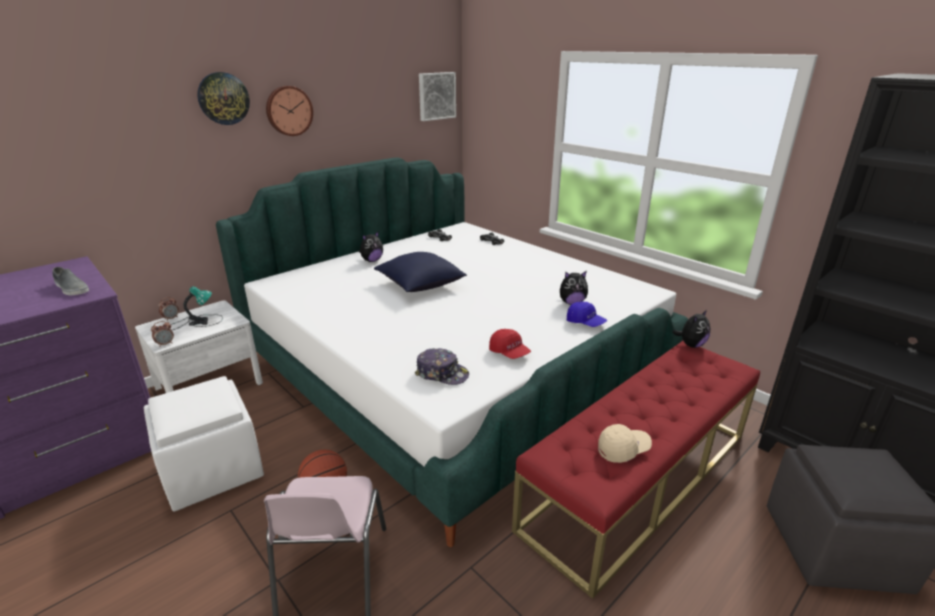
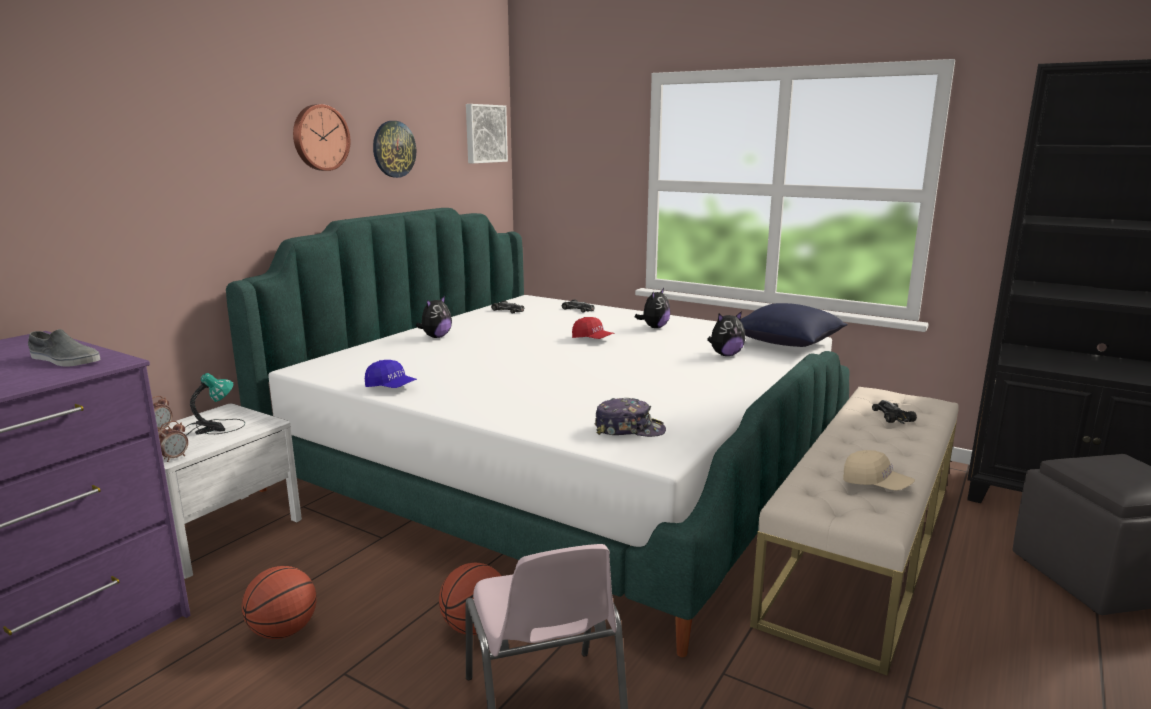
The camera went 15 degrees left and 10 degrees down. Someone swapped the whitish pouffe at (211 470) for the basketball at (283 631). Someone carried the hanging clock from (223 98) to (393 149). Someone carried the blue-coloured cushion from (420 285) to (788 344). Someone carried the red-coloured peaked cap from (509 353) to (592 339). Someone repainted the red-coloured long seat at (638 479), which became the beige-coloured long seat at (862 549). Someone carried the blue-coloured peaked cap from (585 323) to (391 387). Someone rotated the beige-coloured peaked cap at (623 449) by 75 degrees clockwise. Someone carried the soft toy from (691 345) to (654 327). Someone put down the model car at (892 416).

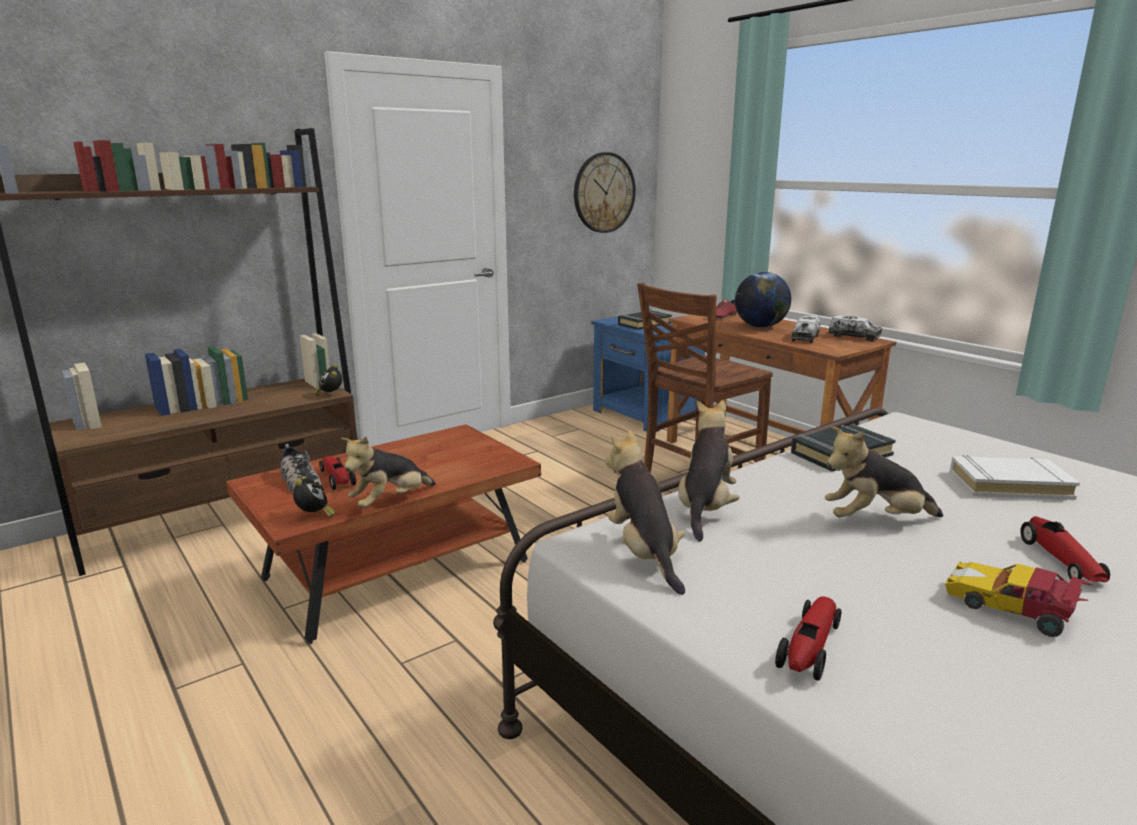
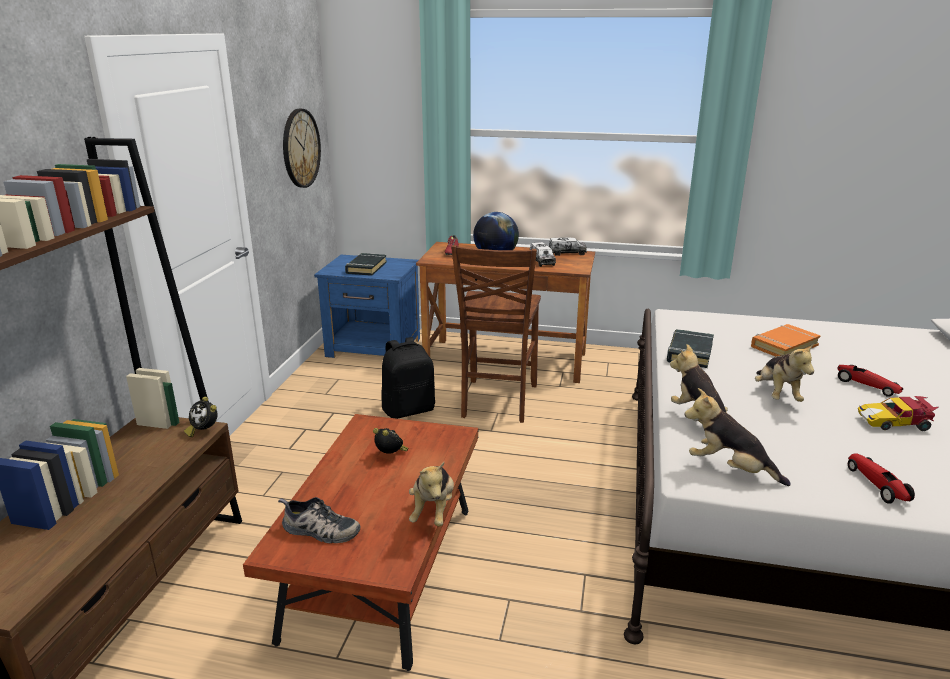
The camera went 40 degrees left and 5 degrees up. Someone carried the alarm clock from (314 516) to (391 455). Someone took away the model car at (337 478). Someone rotated the soft toy at (875 521) by 45 degrees counterclockwise. Someone repainted the whitish book at (1009 485), which became the orange book at (784 346). Someone put down the black-coloured backpack at (409 410).

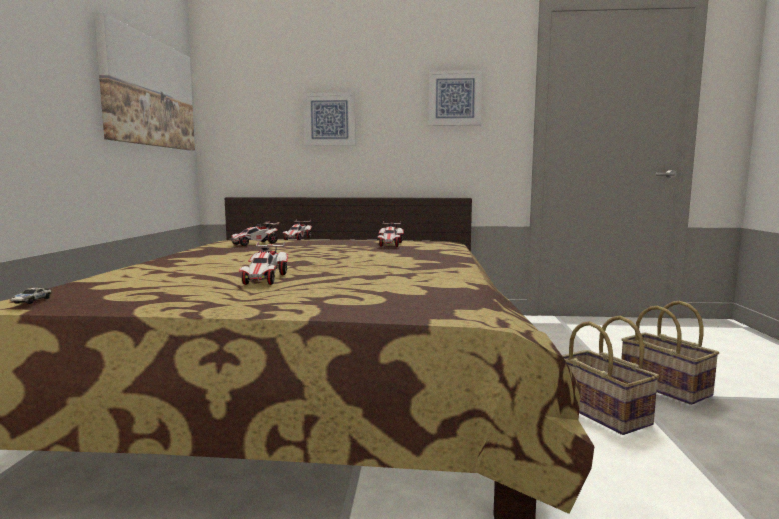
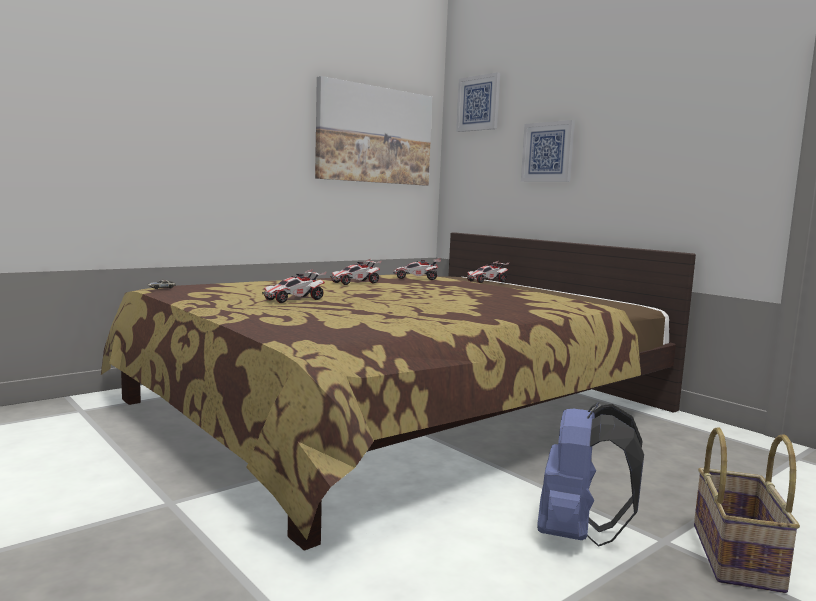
The camera went 45 degrees right and 0 degrees up. Someone carried the model car from (390 244) to (355 283). Someone carried the wall art from (454 98) to (478 103). Someone swapped the household basket at (603 412) for the blue-coloured backpack at (577 535).

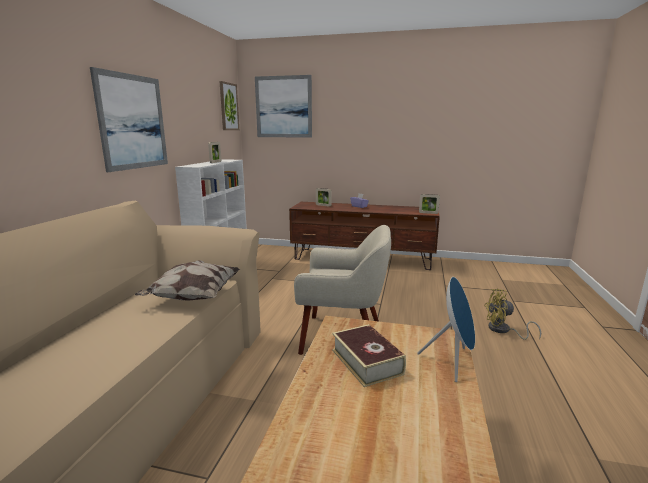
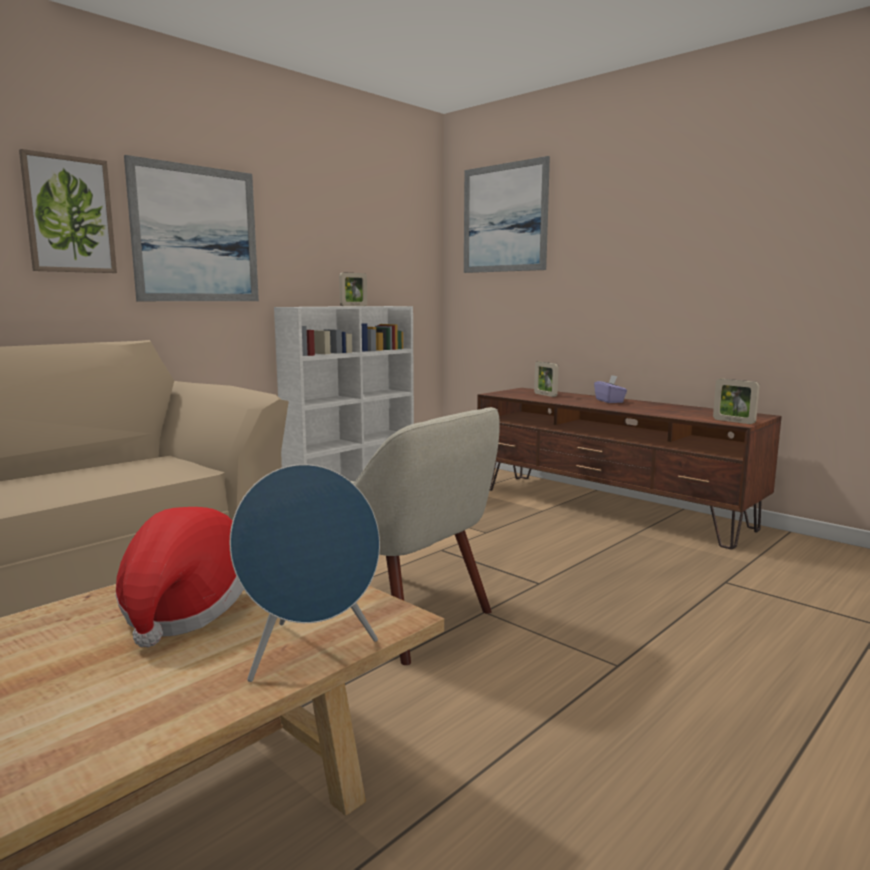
The camera went 30 degrees right and 5 degrees down. Someone took away the cushion at (193 297). Someone carried the wall art from (228 106) to (69 215). Someone swapped the book at (366 361) for the hat at (185 611). Someone took away the yellow-coloured electric fan at (503 330).

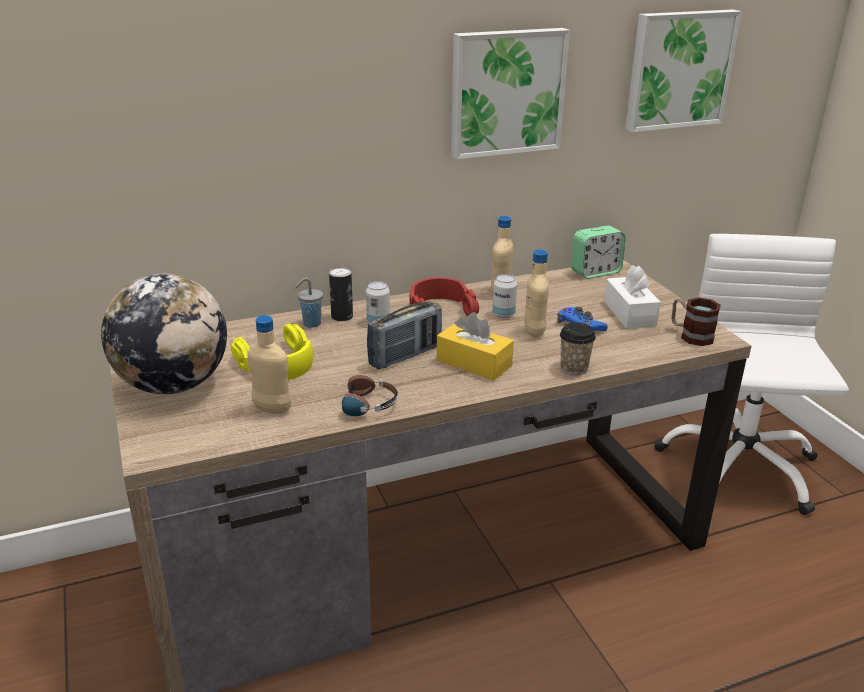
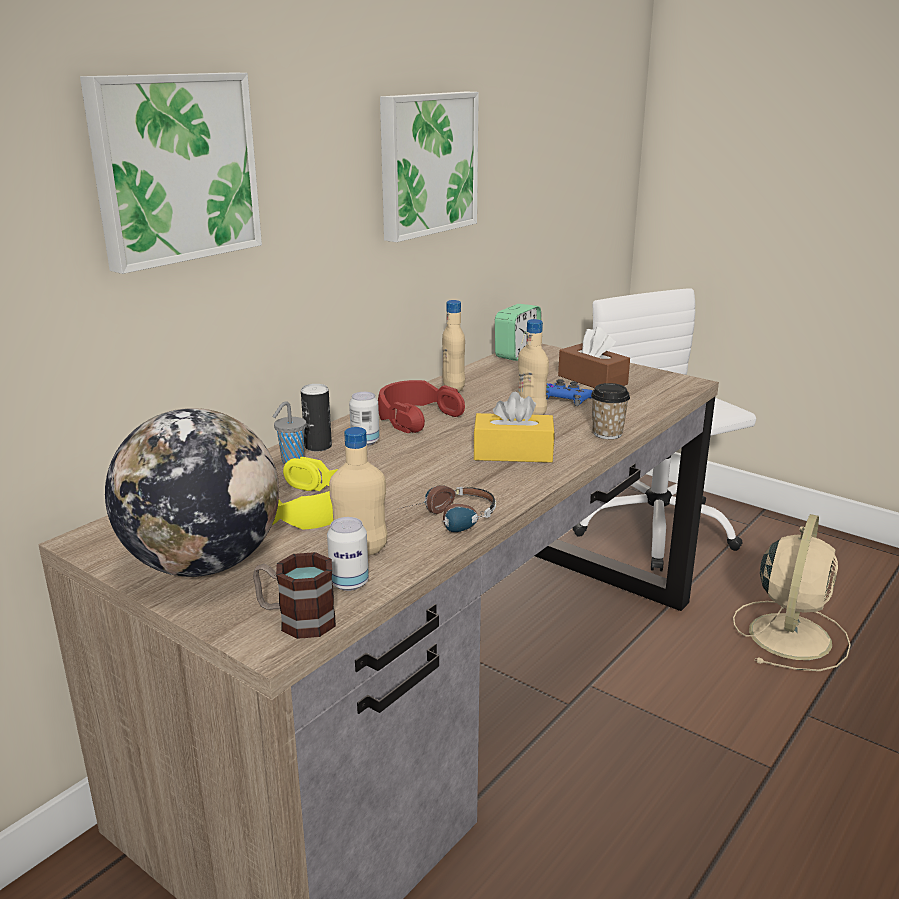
The camera went 30 degrees left and 5 degrees down. Someone took away the radio set at (405 356). Someone carried the sealed can from (503 314) to (349 583). Someone repainted the whitish tissue holder at (629 313), which became the brown-coloured tissue holder at (592 380). Someone carried the wall art from (678 69) to (173 168). Someone carried the mug from (690 335) to (296 620). Someone put down the beige-coloured electric fan at (790 634).

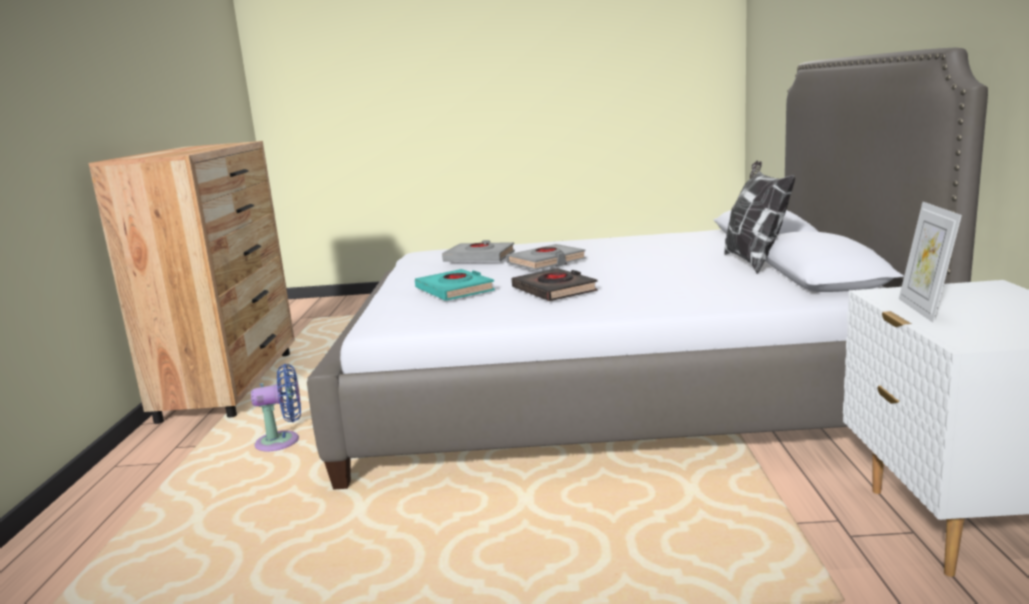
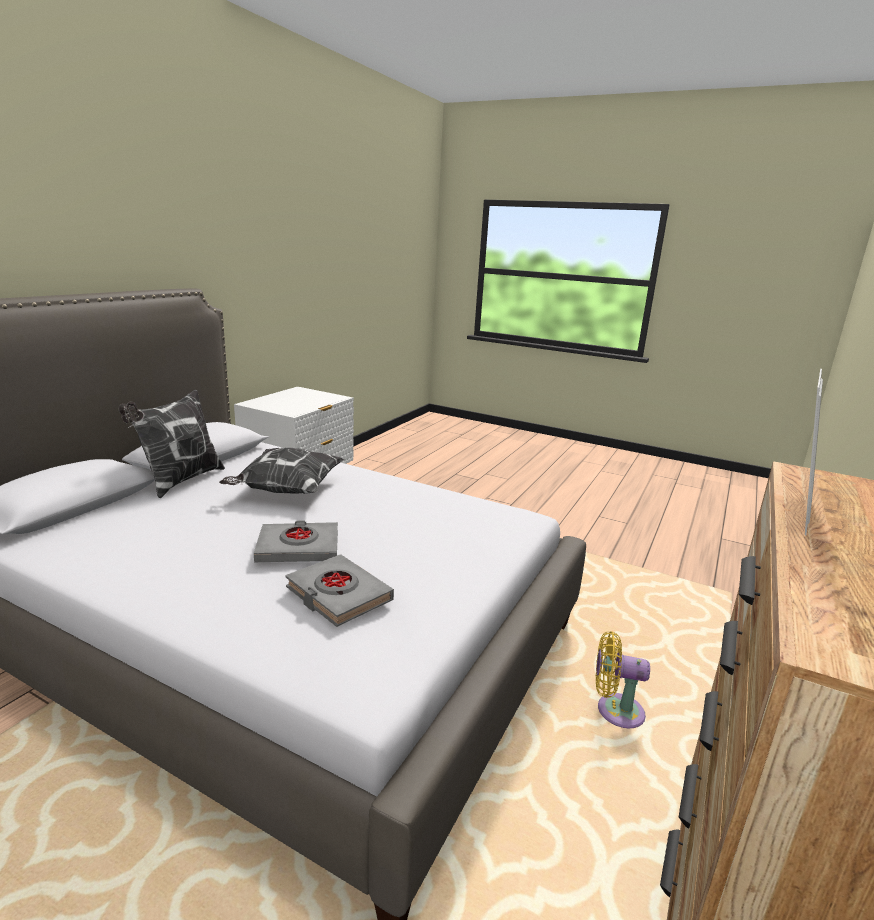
The camera went 155 degrees left and 5 degrees up. Someone repainted the blue-coloured electric fan at (282 442), which became the yellow-coloured electric fan at (615 710). Someone took away the blue-green book at (455 290). Someone took away the black-coloured book at (554 290). Someone carried the picture frame from (924 309) to (795 512). Someone put down the cushion at (286 491).

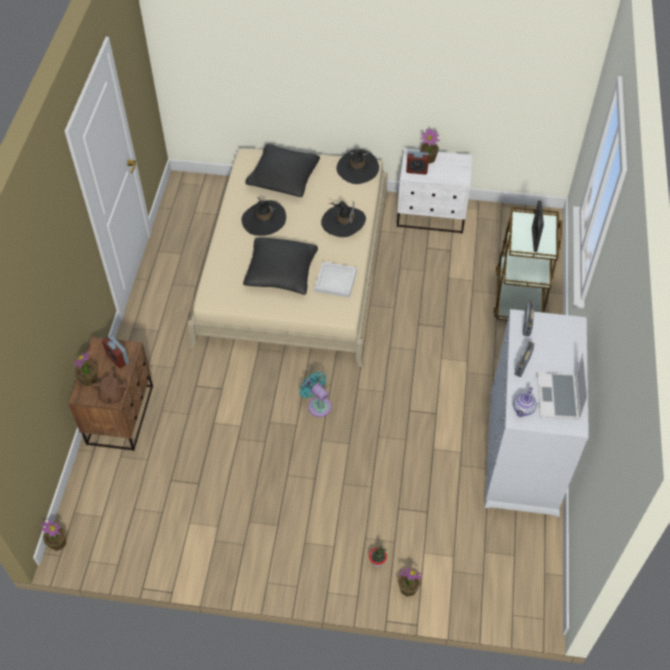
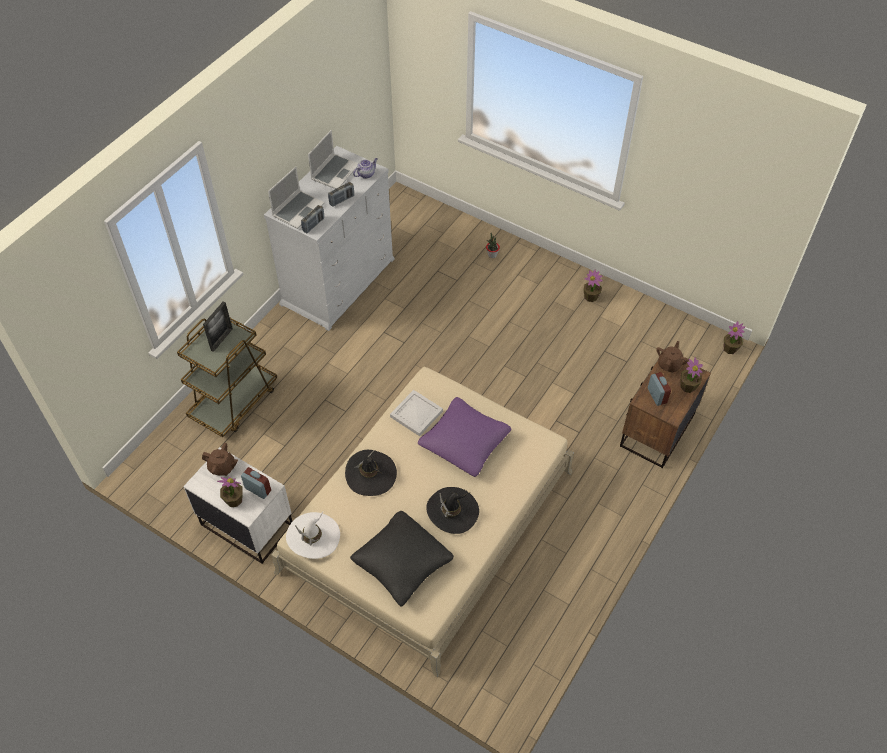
The camera went 155 degrees left and 0 degrees up. Someone repainted the black-coloured cushion at (281 273), which became the purplish cushion at (465 443). Someone took away the blue-green electric fan at (318 404). Someone repainted the black-coloured hat at (357 169), which became the whitish hat at (313 537). Someone carried the potted plant from (408 588) to (591 297). Someone put down the brown-coloured pot for tea at (222 467). Someone put down the portable computer at (298 210).

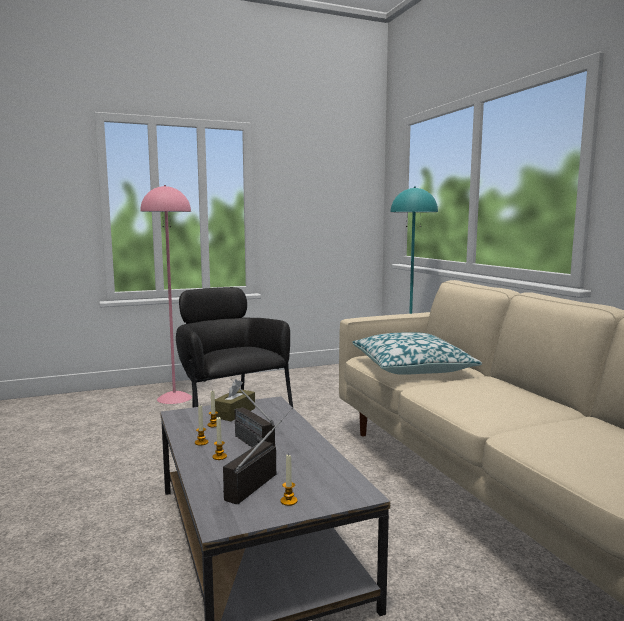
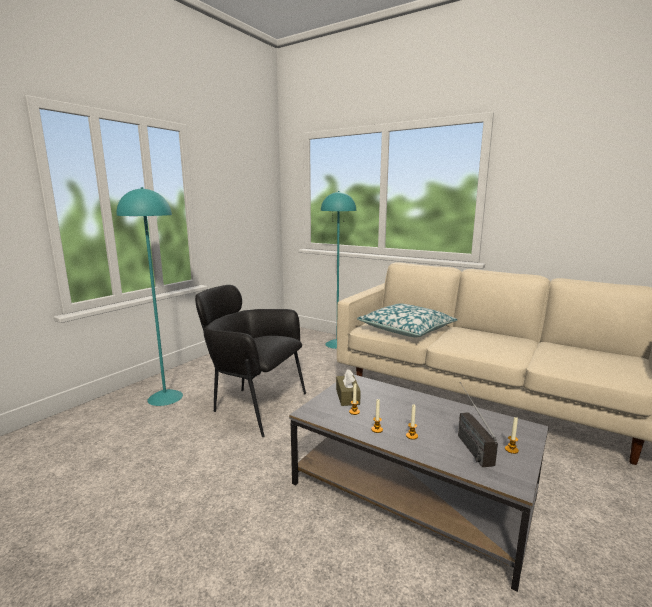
The camera went 35 degrees left and 5 degrees up. Someone repainted the pink-coloured standing lamp at (174 398), which became the blue-green standing lamp at (165 397). Someone took away the radio set at (245 438).

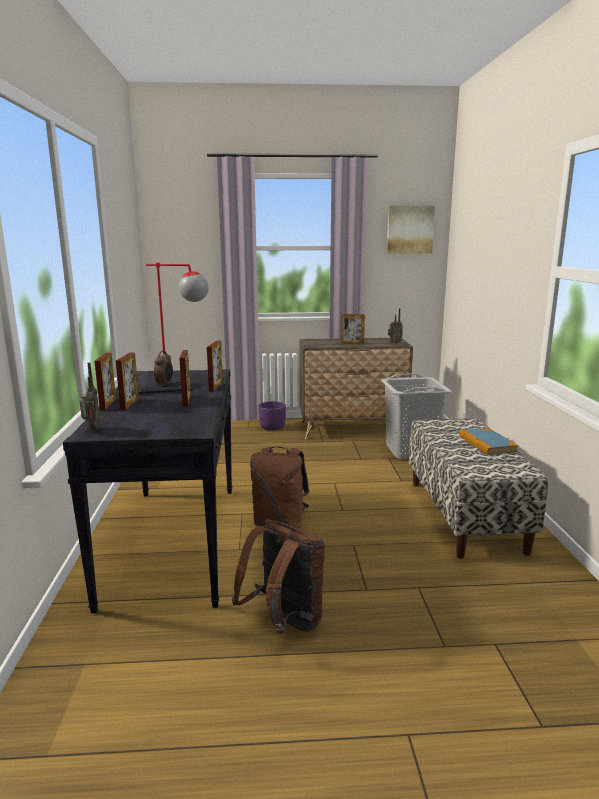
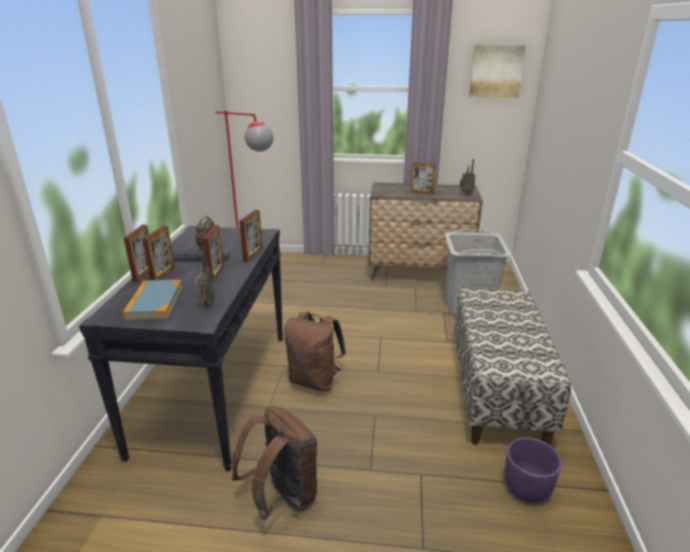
The camera went 10 degrees right and 10 degrees up. Someone carried the radio set from (91 430) to (206 305). Someone carried the purplish flower pot from (272 427) to (527 488). Someone carried the book from (487 444) to (154 302).

